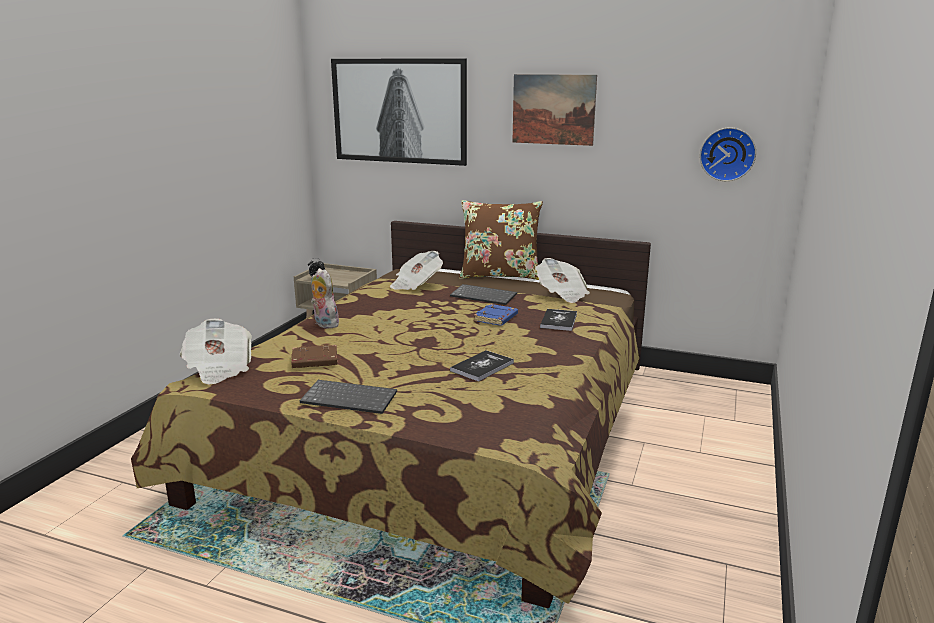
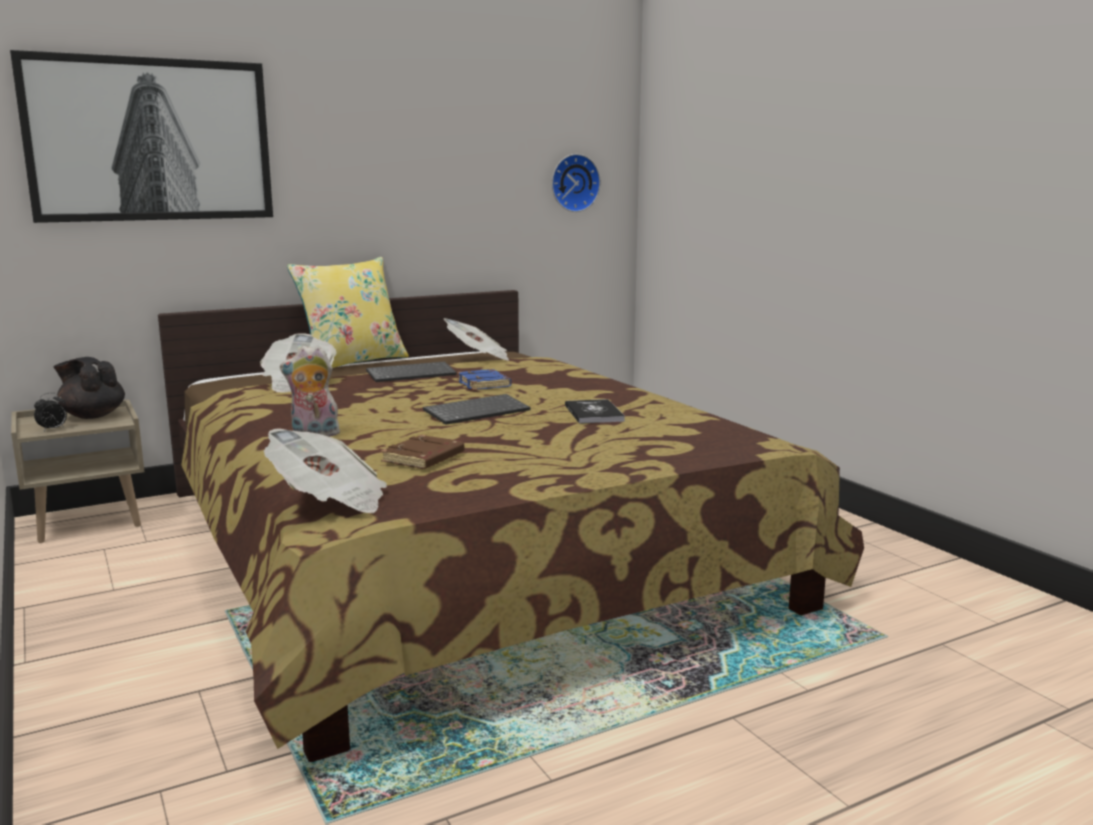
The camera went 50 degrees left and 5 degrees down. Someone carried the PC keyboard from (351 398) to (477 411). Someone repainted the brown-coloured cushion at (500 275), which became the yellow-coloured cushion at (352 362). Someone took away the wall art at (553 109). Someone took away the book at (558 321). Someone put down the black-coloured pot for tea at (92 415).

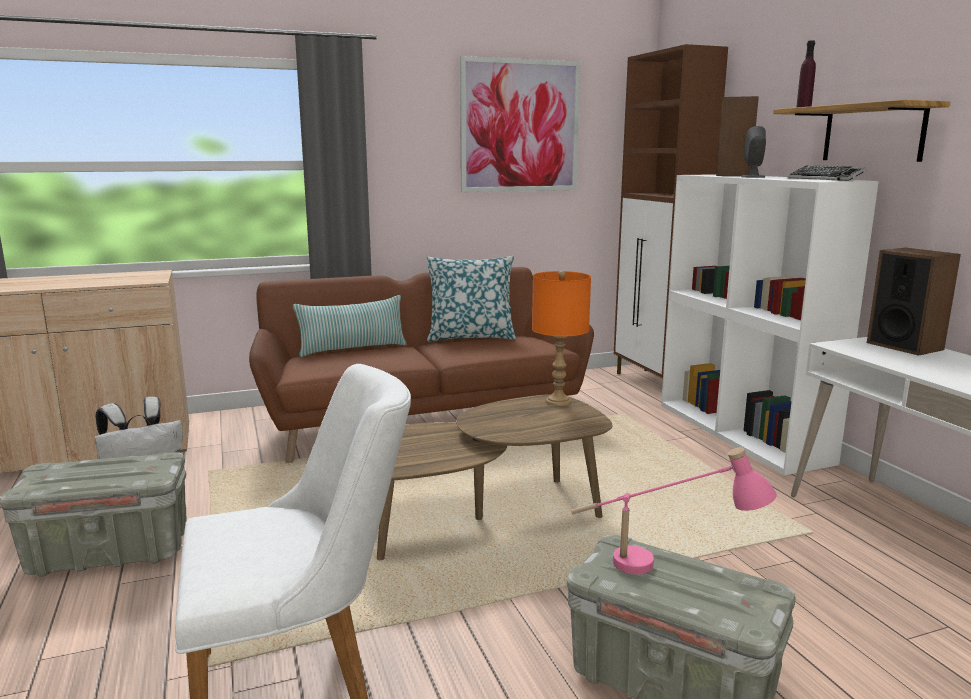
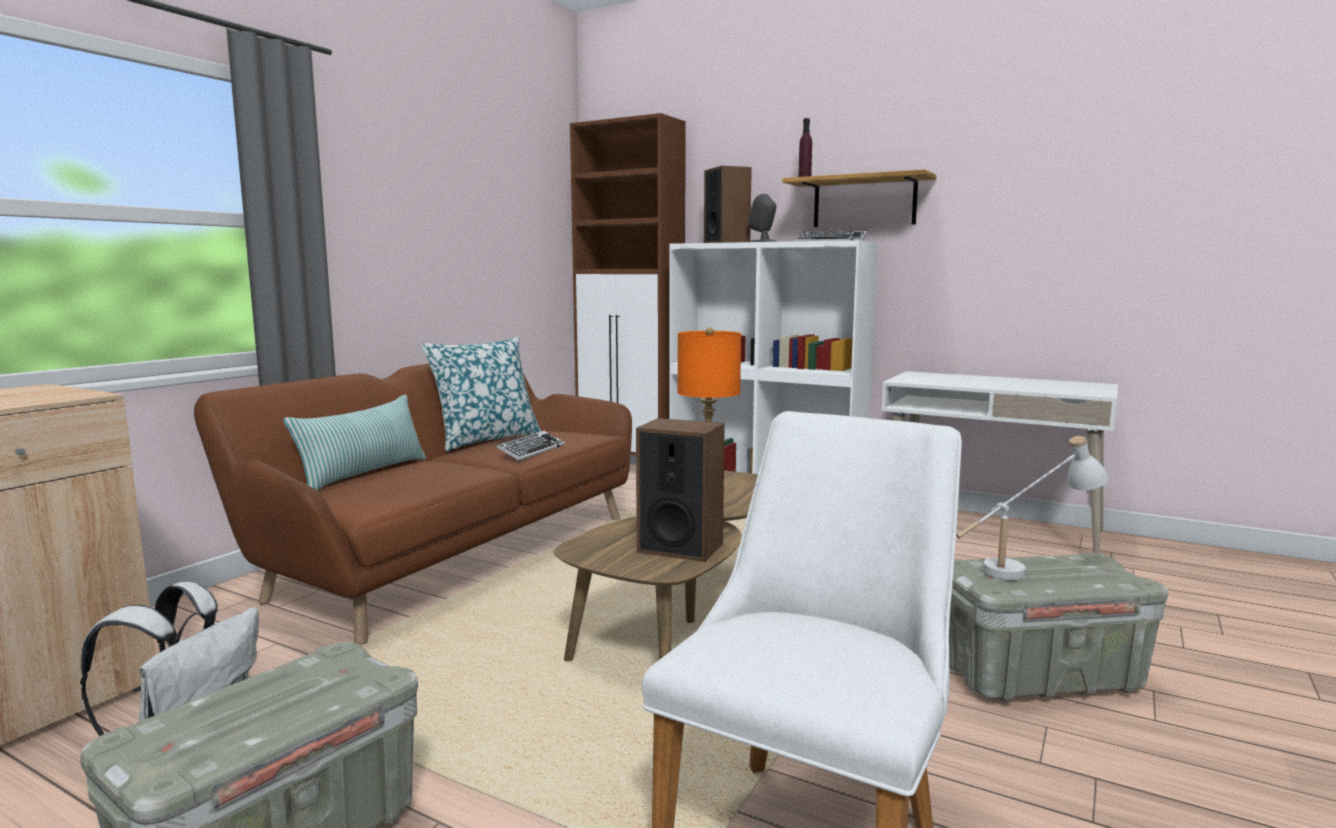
The camera went 40 degrees left and 5 degrees down. Someone took away the wall art at (520 126). Someone repainted the pink-coloured table lamp at (664 568), which became the whitish table lamp at (1026 568). Someone carried the audio speaker from (904 346) to (680 547). Someone put down the PC keyboard at (531 451).

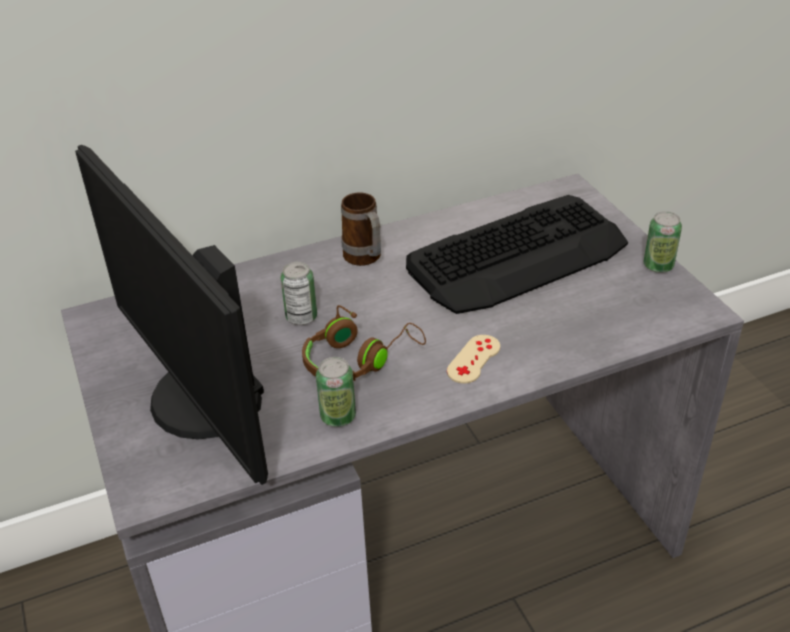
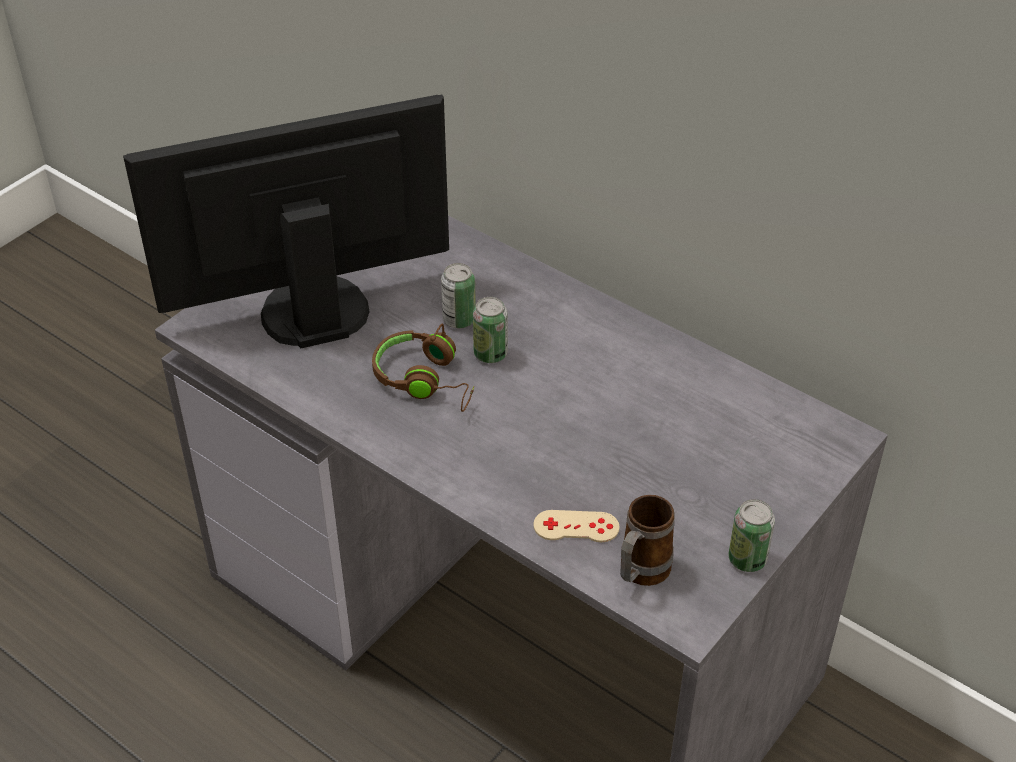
The camera went 60 degrees right and 5 degrees up. Someone rotated the computer screen at (201 401) by 45 degrees clockwise. Someone carried the sealed can from (338 416) to (490 354). Someone carried the mug from (365 259) to (639 574). Someone took away the PC keyboard at (518 256). Someone carried the beige-coloured joypad from (474 359) to (576 526).

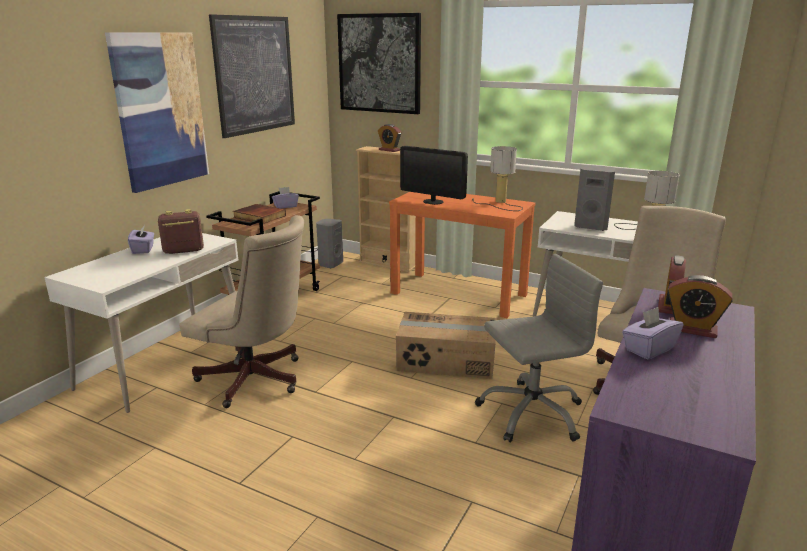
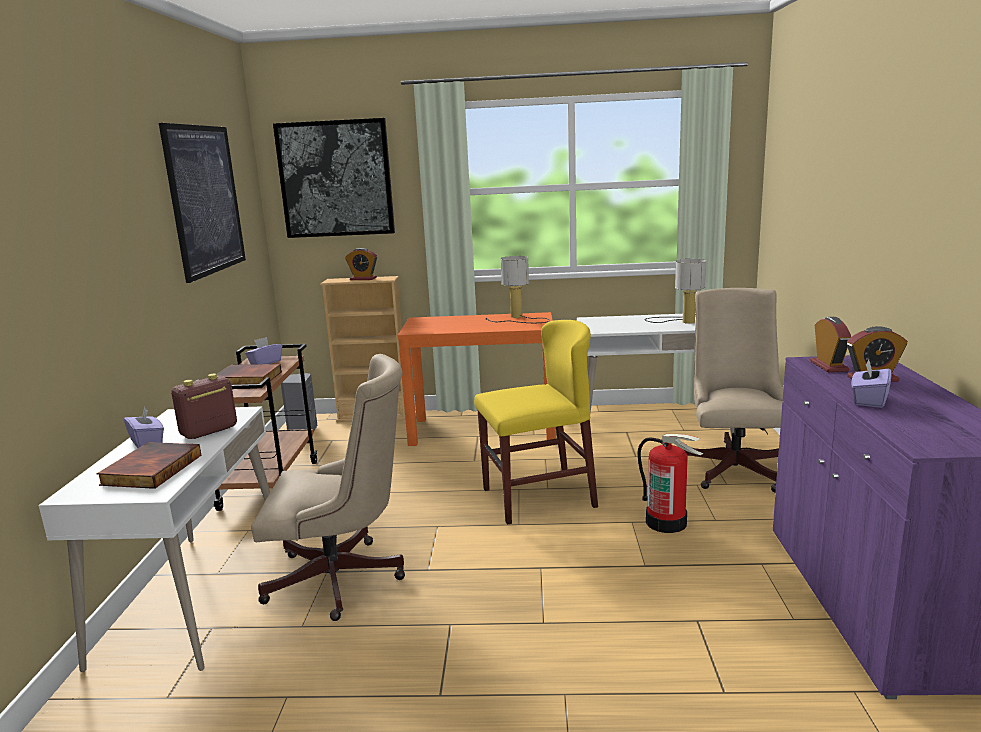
The camera went 25 degrees left and 5 degrees down. Someone took away the wall art at (160 110). Someone swapped the packing box at (446 361) for the yellow-coloured chair at (538 498). Someone took away the computer screen at (433 202). Someone swapped the greyish desk chair at (531 413) for the fire extinguisher at (667 522). Someone took away the greyish audio speaker at (592 226). Someone put down the book at (151 469).

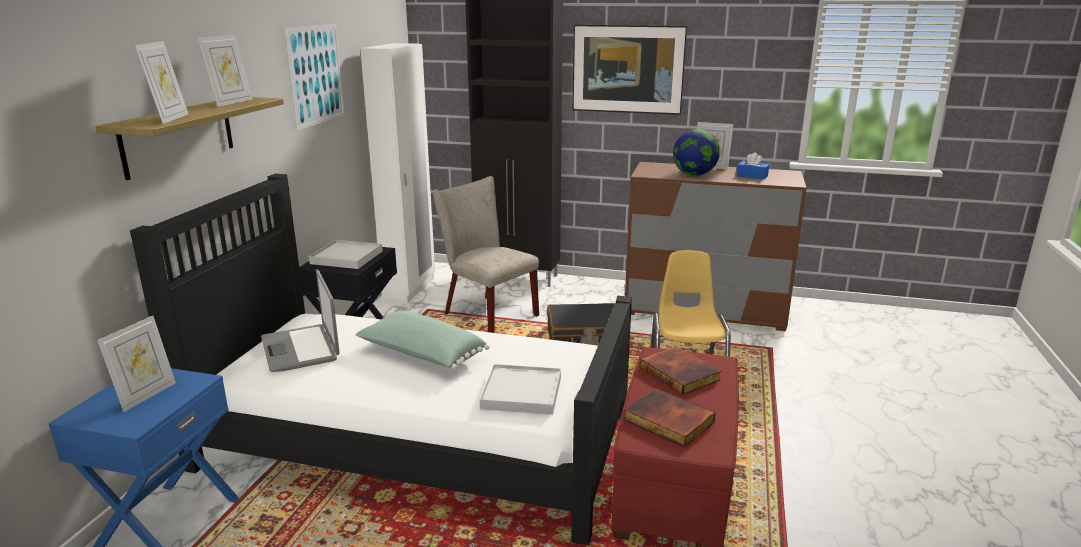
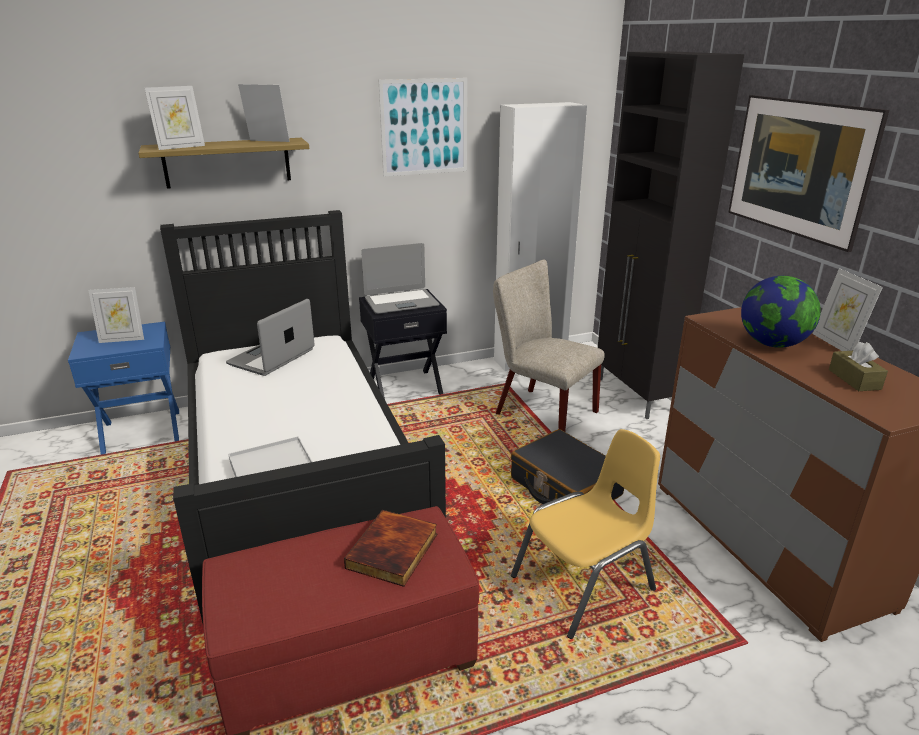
The camera went 55 degrees right and 5 degrees up. Someone rotated the picture frame at (231 102) by 150 degrees counterclockwise. Someone swapped the whitish serving tray at (347 257) for the portable computer at (401 302). Someone took away the green-coloured cushion at (421 355). Someone rotated the beige-coloured chair at (485 313) by 60 degrees counterclockwise. Someone took away the book at (667 421). Someone repainted the blue-coloured tissue holder at (752 176), which became the brown-coloured tissue holder at (854 379).

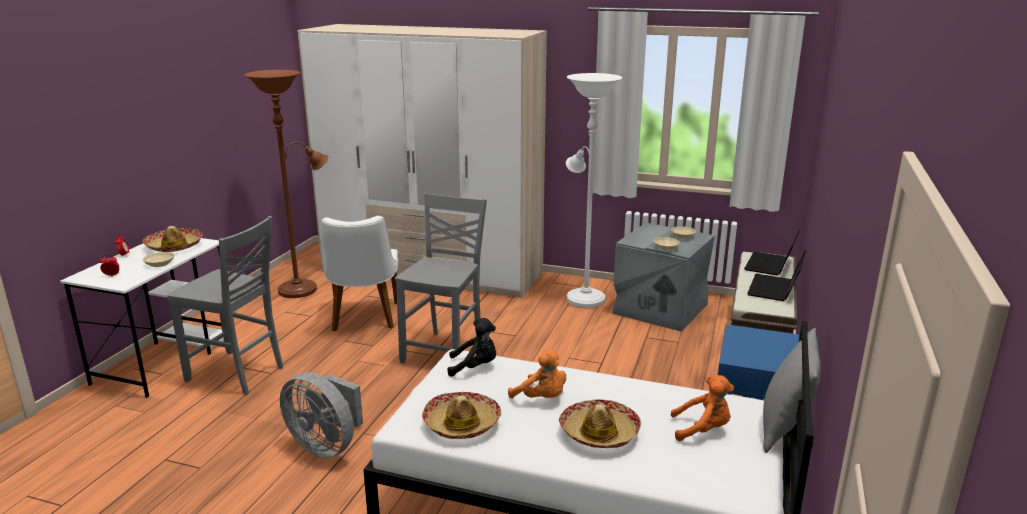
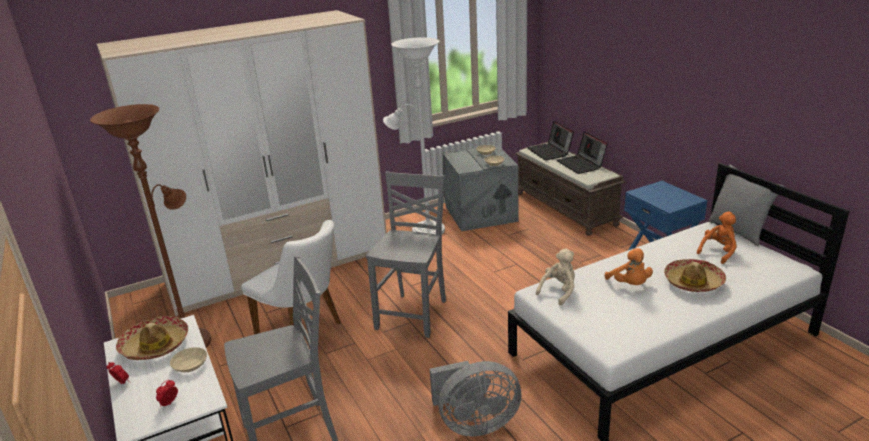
The camera went 45 degrees left and 5 degrees up. Someone rotated the greyish chair at (445 351) by 45 degrees clockwise. Someone took away the hat at (462 423). Someone repainted the black-coloured soft toy at (475 367), which became the beige-coloured soft toy at (559 291). Someone rotated the orange soft toy at (541 398) by 75 degrees clockwise.

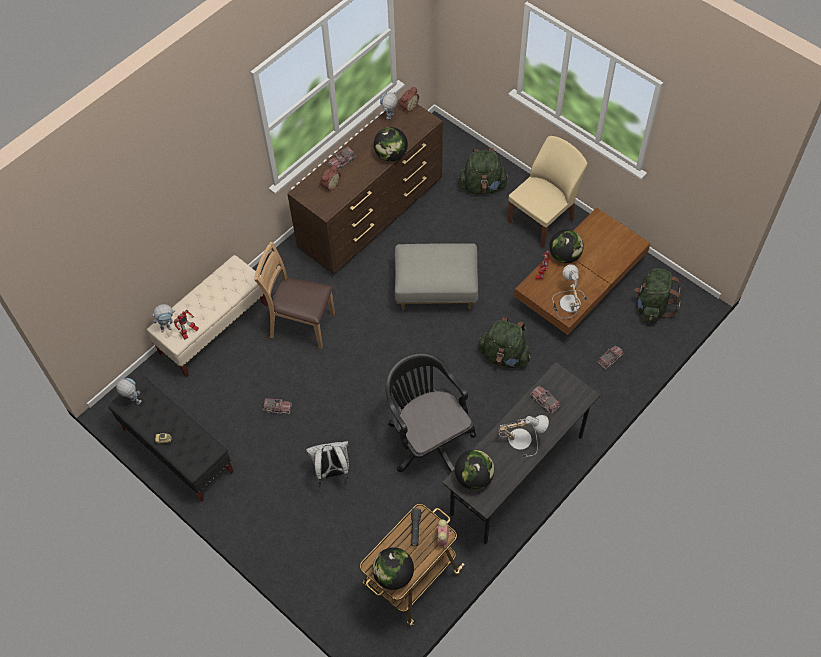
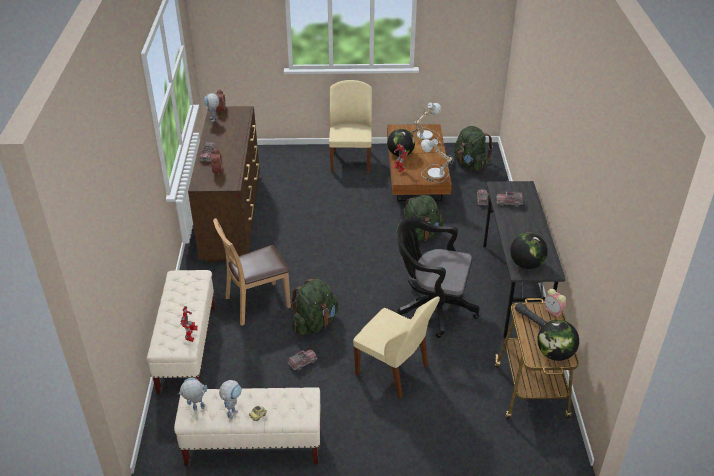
The camera went 45 degrees left and 20 degrees down. Someone repainted the black-coloured long seat at (177 450), which became the beige-coloured long seat at (253 445). Someone carried the model robot from (168 327) to (233 411). Someone swapped the whitish backpack at (332 472) for the beige-coloured chair at (393 371). Someone took away the world globe at (391 155). Someone took away the greyish pouffe at (436 290). Someone carried the green-coloured backpack from (482 186) to (315 323). Someone carried the table lamp from (521 437) to (424 134).

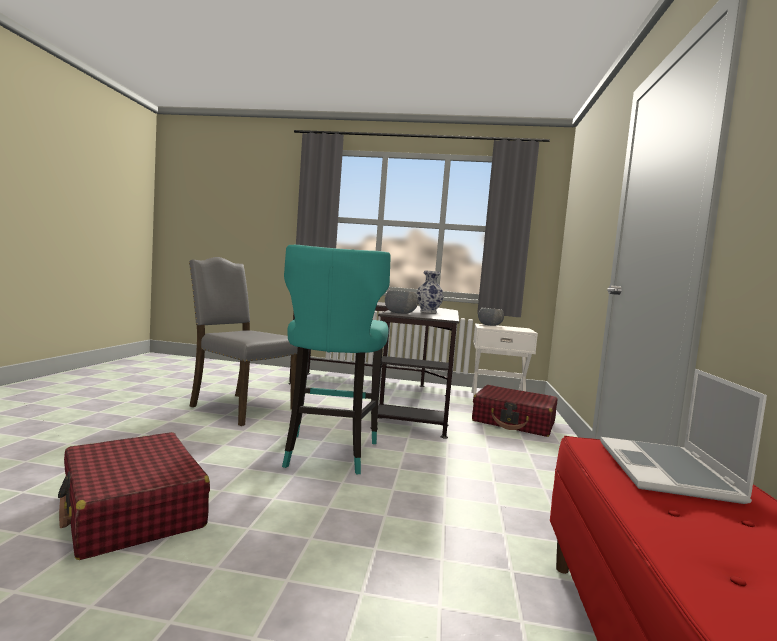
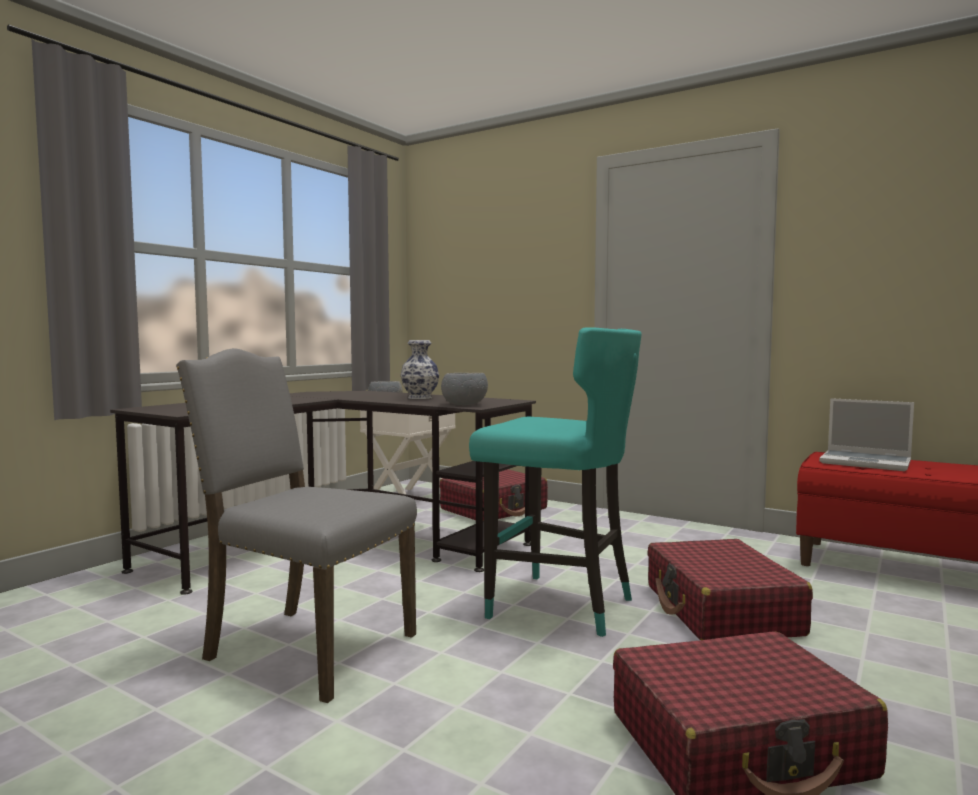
The camera went 65 degrees left and 0 degrees up. Someone rotated the greyish chair at (239 408) by 60 degrees clockwise. Someone put down the red-coloured travel case at (721 610).

